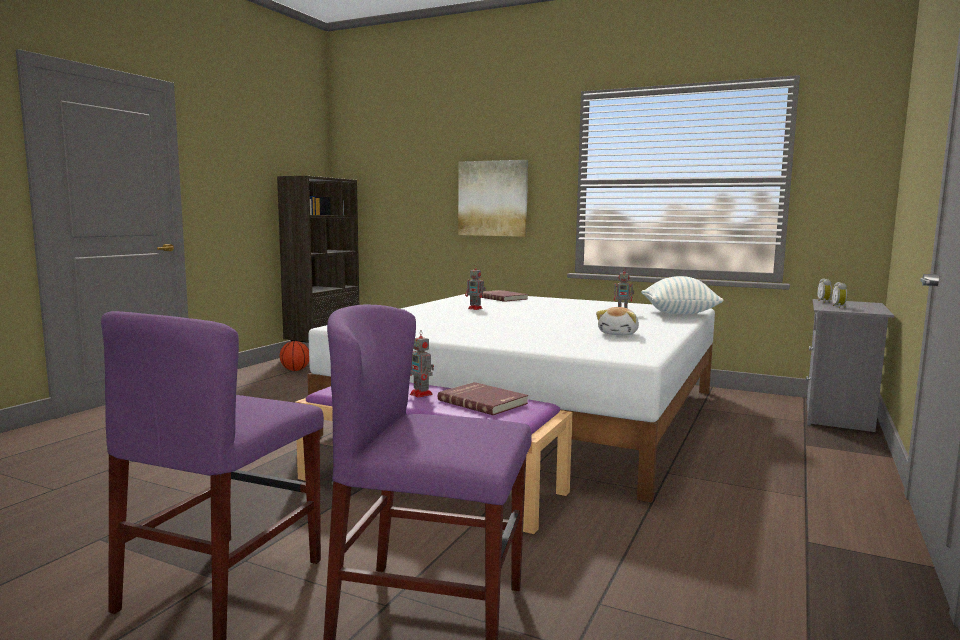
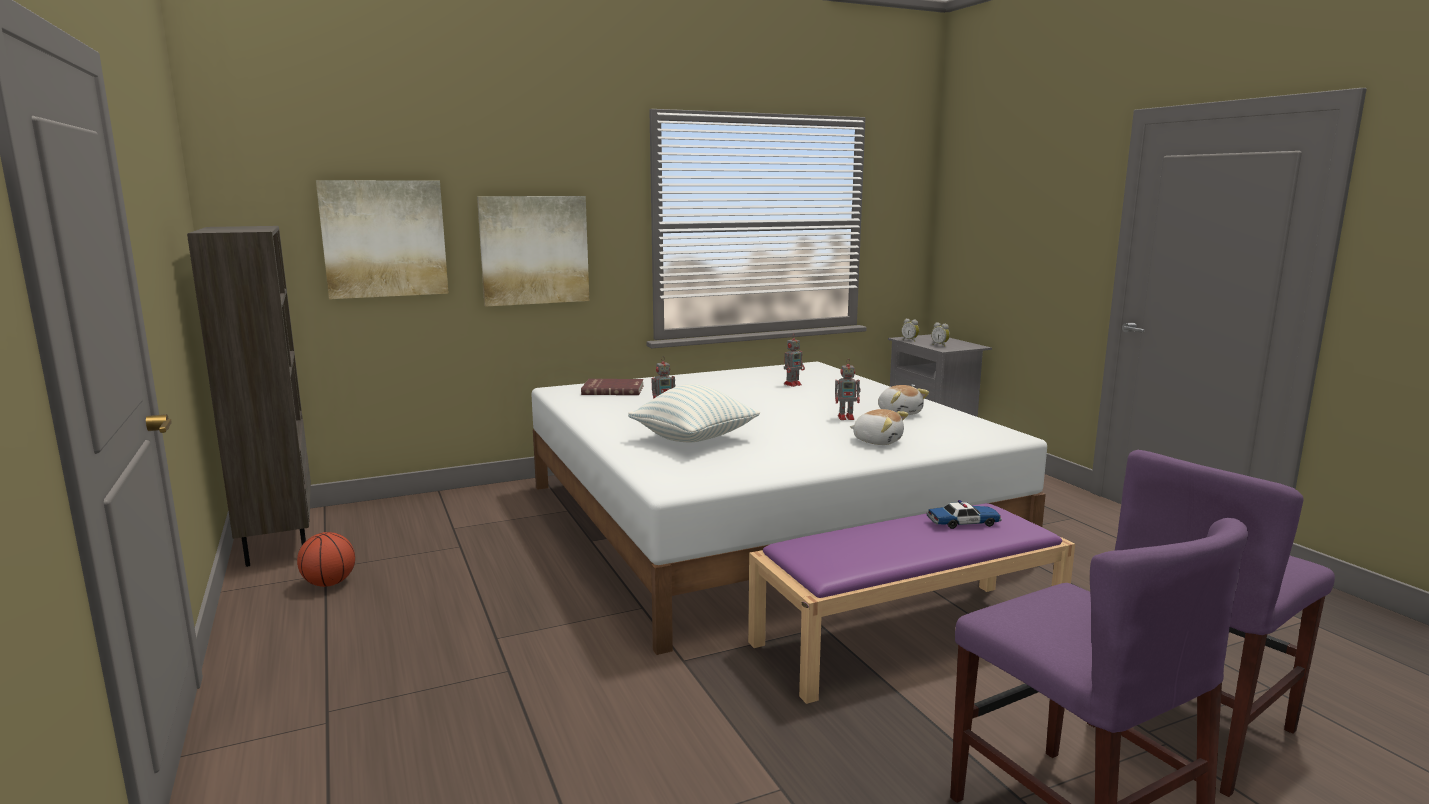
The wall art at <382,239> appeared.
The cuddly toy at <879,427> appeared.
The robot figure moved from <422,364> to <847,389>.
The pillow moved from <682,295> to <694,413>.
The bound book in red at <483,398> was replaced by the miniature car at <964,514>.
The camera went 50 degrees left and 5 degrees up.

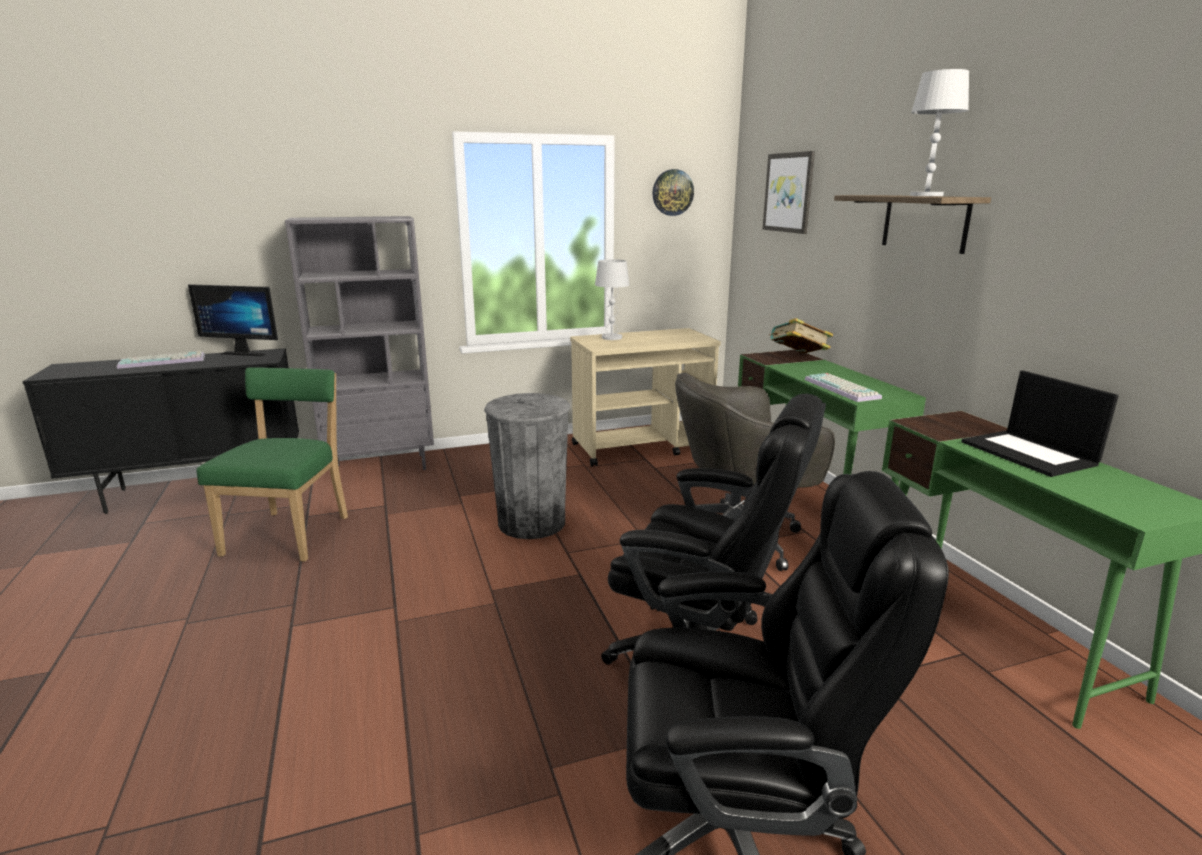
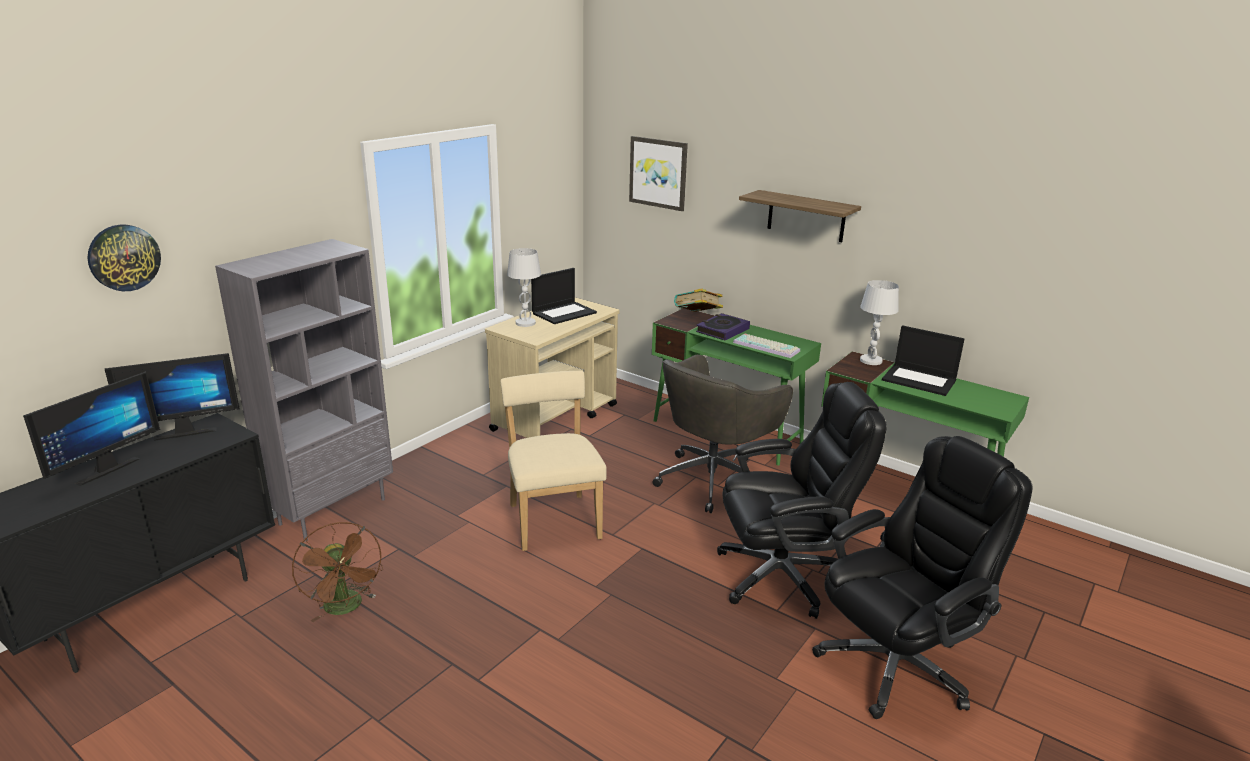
The notebook computer at <564,296> appeared.
The bound book at <723,327> appeared.
The clock on the wall moved from <673,192> to <124,258>.
The table lamp in whitish moved from <939,132> to <879,322>.
The keyboard at <161,360> was replaced by the monitor at <91,428>.
The upright chair in green at <272,464> was replaced by the cooling fan in brown-coloured at <337,572>.
The rubbish bin in gray at <527,466> was replaced by the upright chair in beige-coloured at <554,461>.
The camera went 35 degrees left and 5 degrees up.

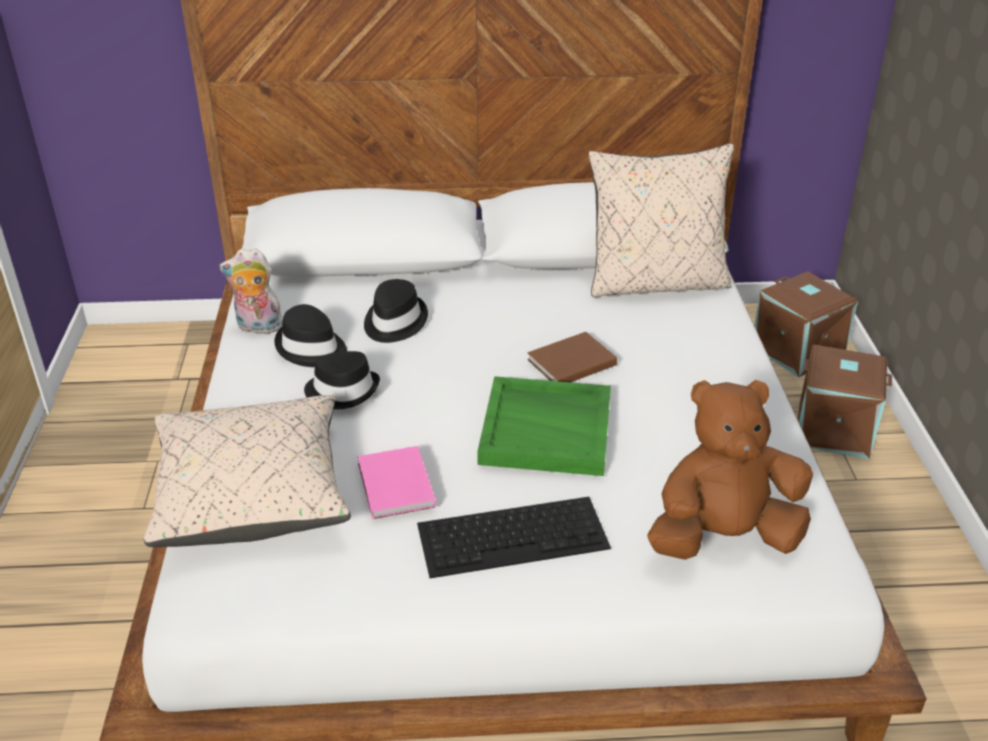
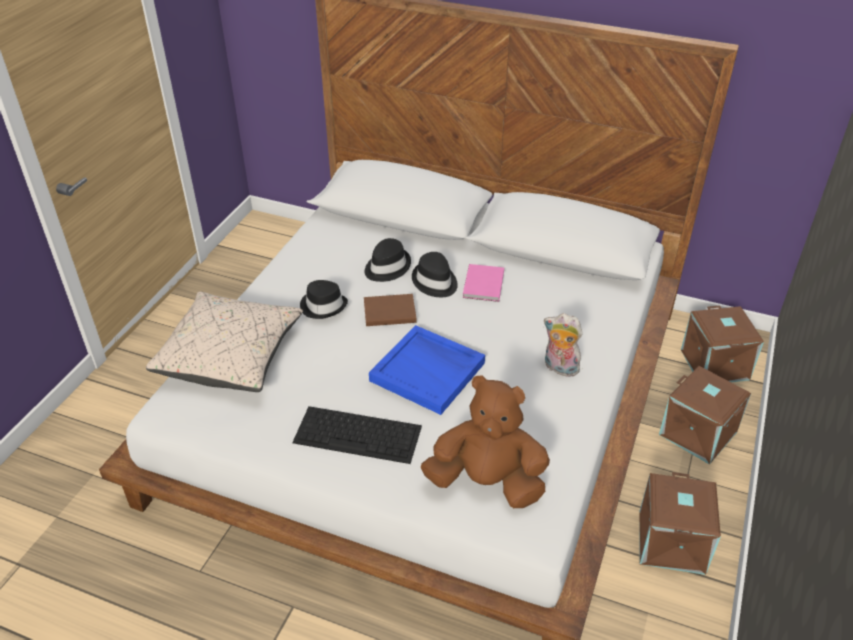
The pillow in beige-coloured at <661,220> disappeared.
The storage container in brown-coloured at <680,523> appeared.
The cuddly toy moved from <251,291> to <563,345>.
The hat in blackish moved from <311,335> to <435,274>.
The bound book in pink-coloured moved from <396,482> to <483,283>.
The bound book in brown-coloured moved from <572,357> to <390,310>.
The tray in green at <544,426> became the tray in blue at <427,370>.
The camera went 25 degrees right and 5 degrees up.

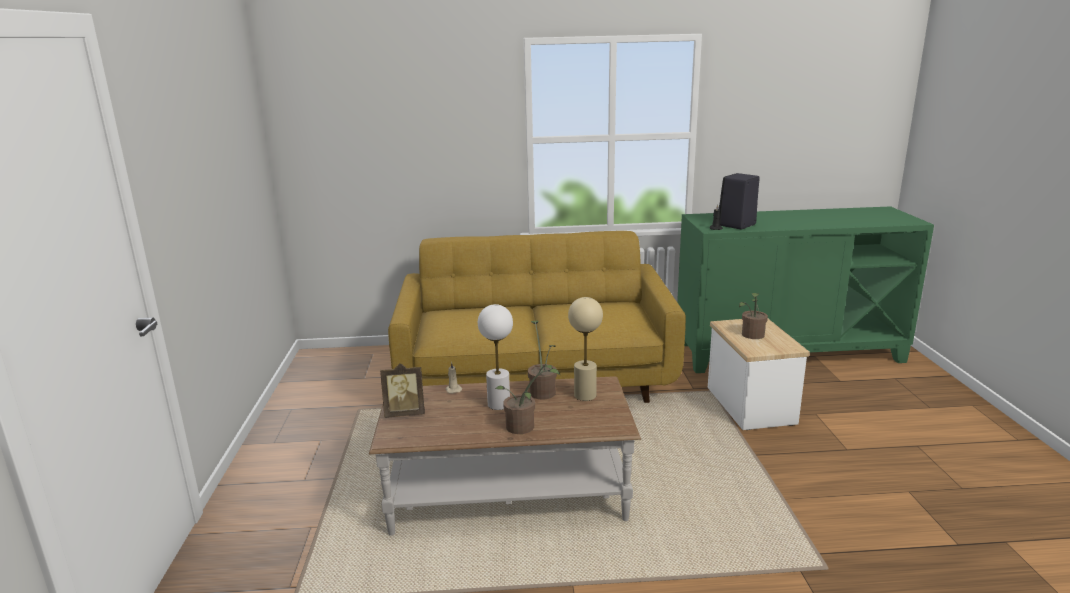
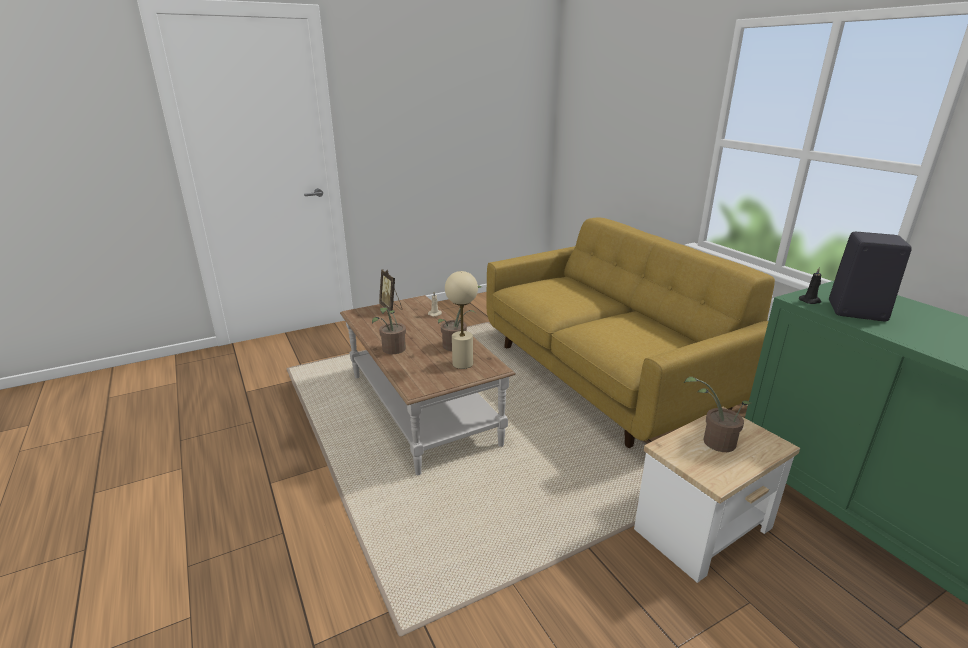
The table lamp in whitish at <495,357> disappeared.
The camera went 65 degrees right and 5 degrees up.

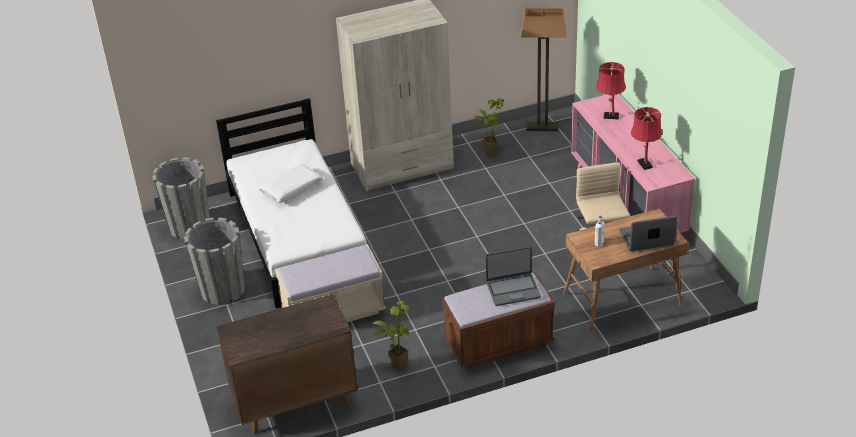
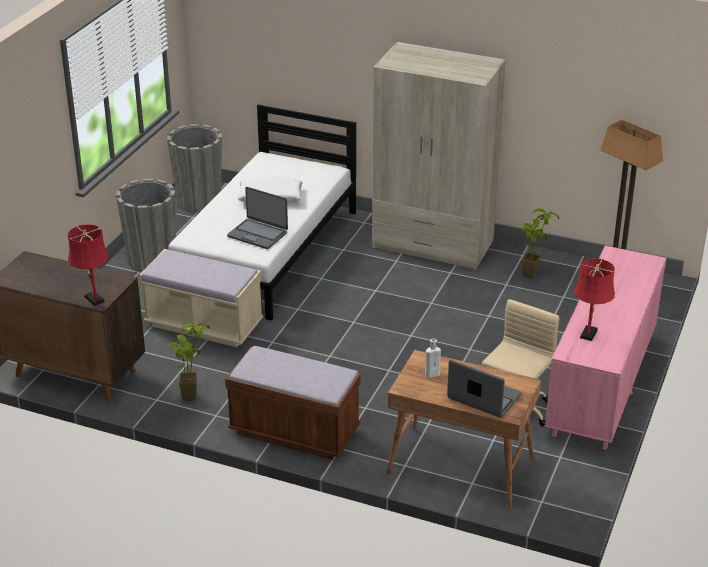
The notebook computer moved from <513,276> to <257,218>.
The table lamp in red moved from <611,90> to <88,265>.
The camera went 40 degrees right and 5 degrees down.

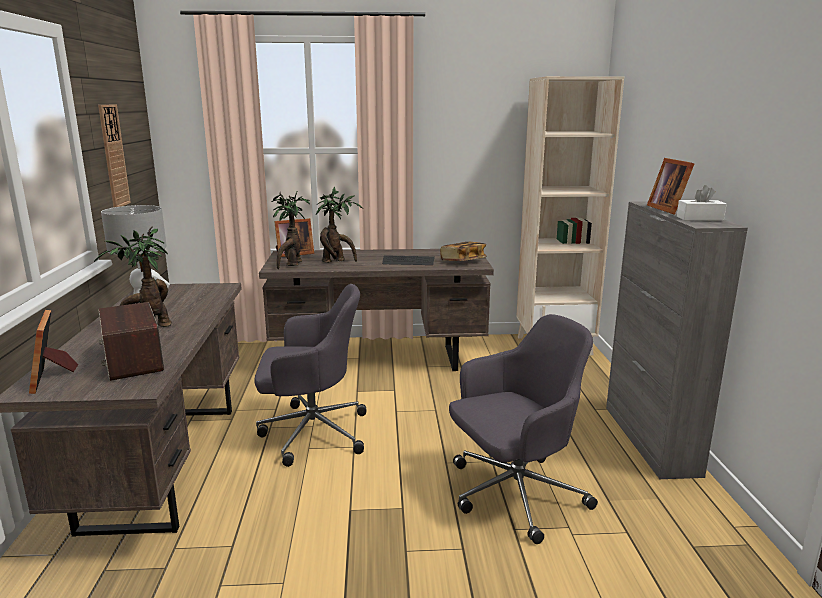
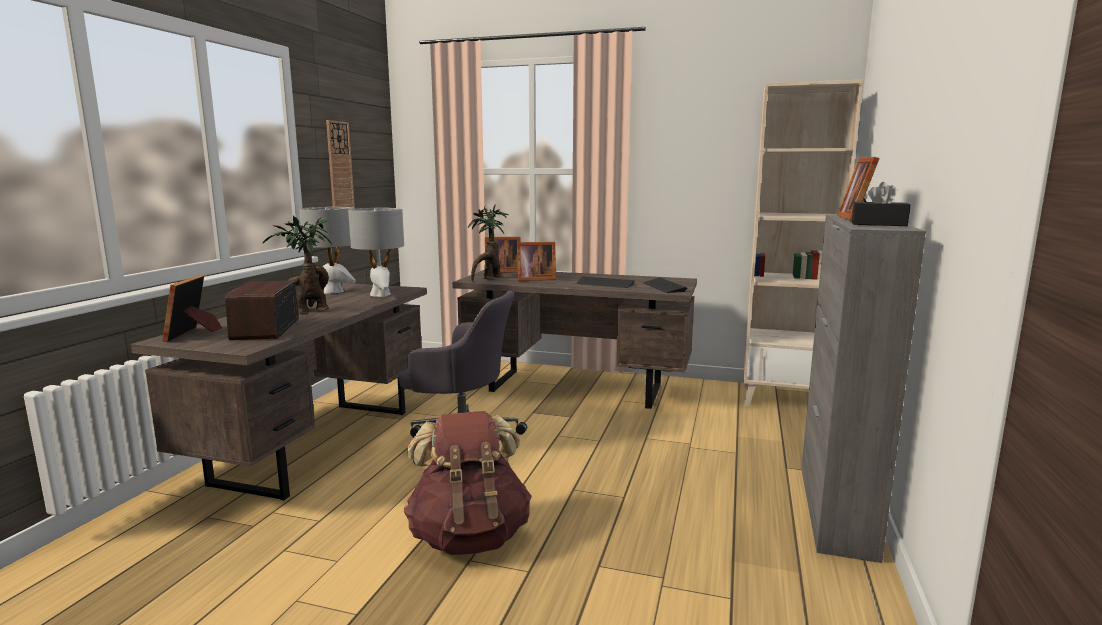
The office chair in gray at <523,429> disappeared.
The table lamp in gray at <376,252> appeared.
The rucksack in brown-coloured at <468,483> appeared.
The potted plant at <339,225> was replaced by the standing frame at <536,261>.
The bound book at <463,251> was replaced by the keyboard at <665,285>.
The tissue box in whitish at <701,203> became the tissue box in blackish at <881,204>.
The camera went 20 degrees right and 5 degrees down.

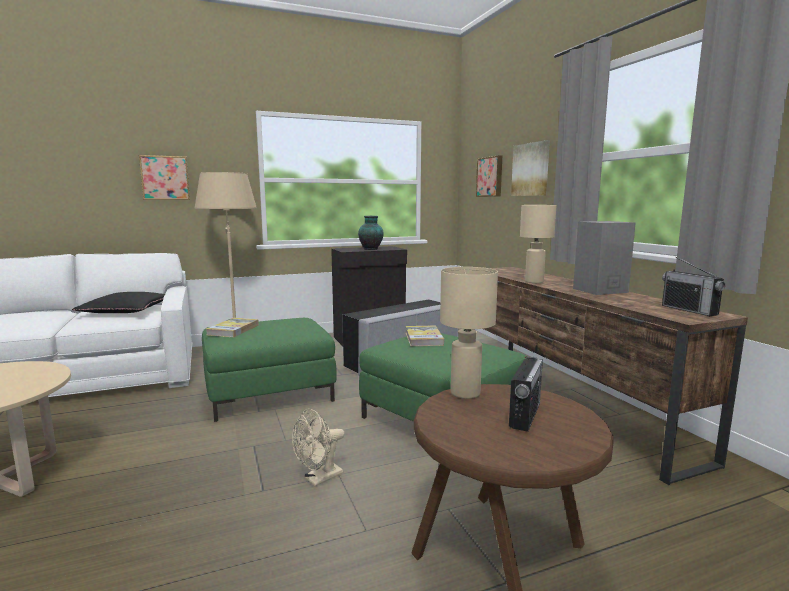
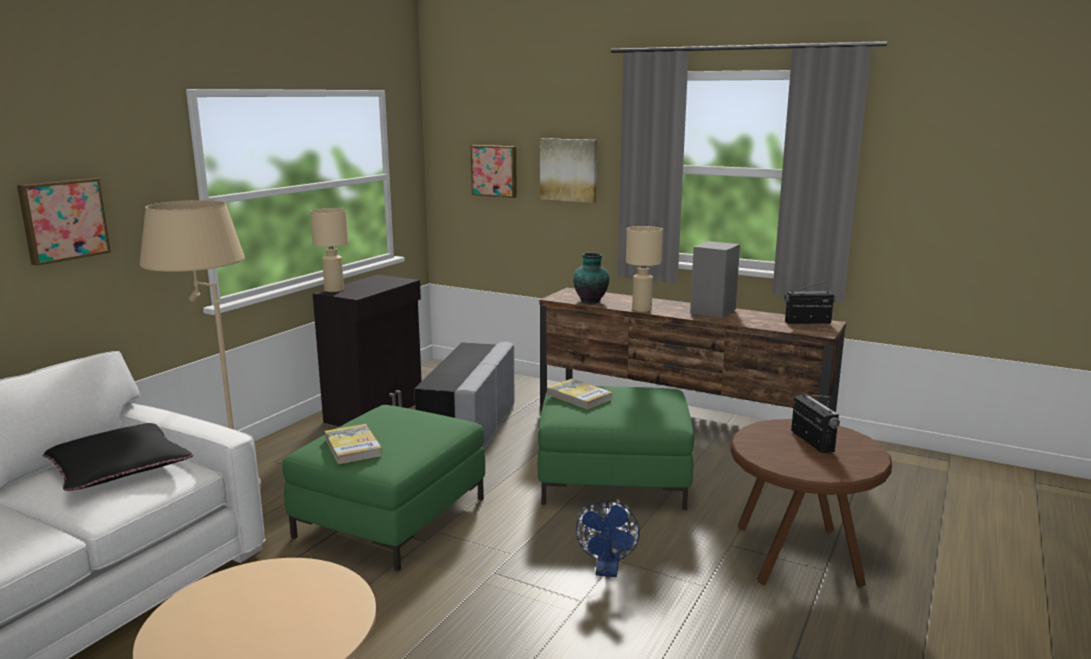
The flower vase moved from <371,233> to <591,278>.
The table lamp in beige-coloured moved from <469,333> to <329,250>.
The cooling fan in beige-coloured at <318,447> became the cooling fan in blue at <608,538>.
The radio receiver at <693,286> turned 150 degrees clockwise.
The camera went 40 degrees left and 5 degrees up.

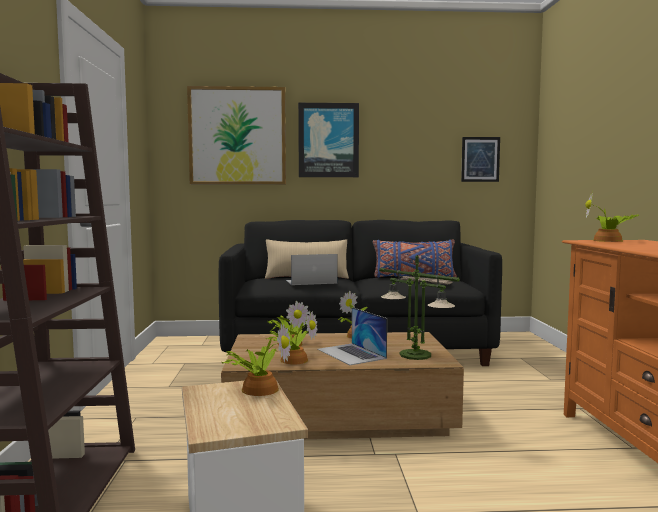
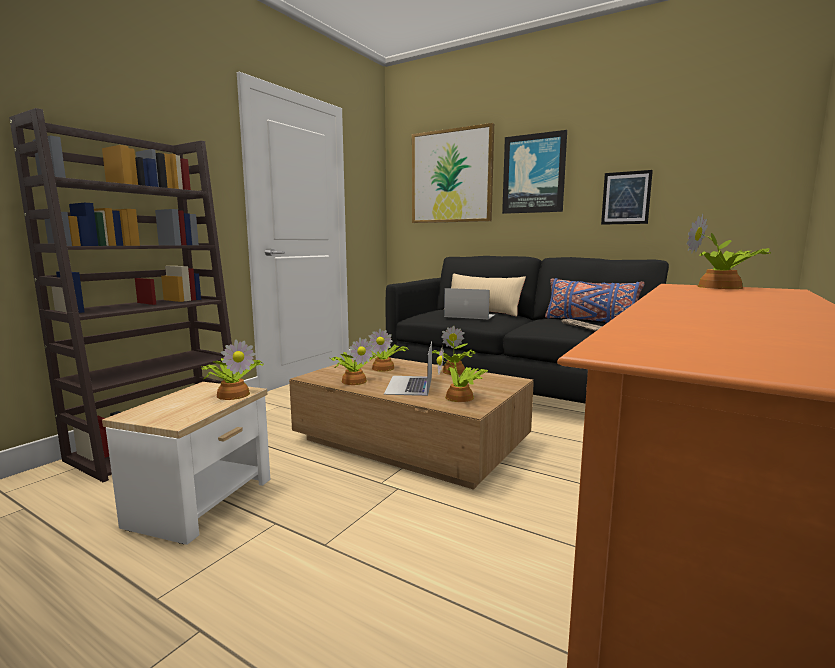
The wall art moved from <480,159> to <627,197>.
The table lamp at <419,307> was replaced by the potted plant at <462,374>.
The camera went 35 degrees right and 5 degrees up.

